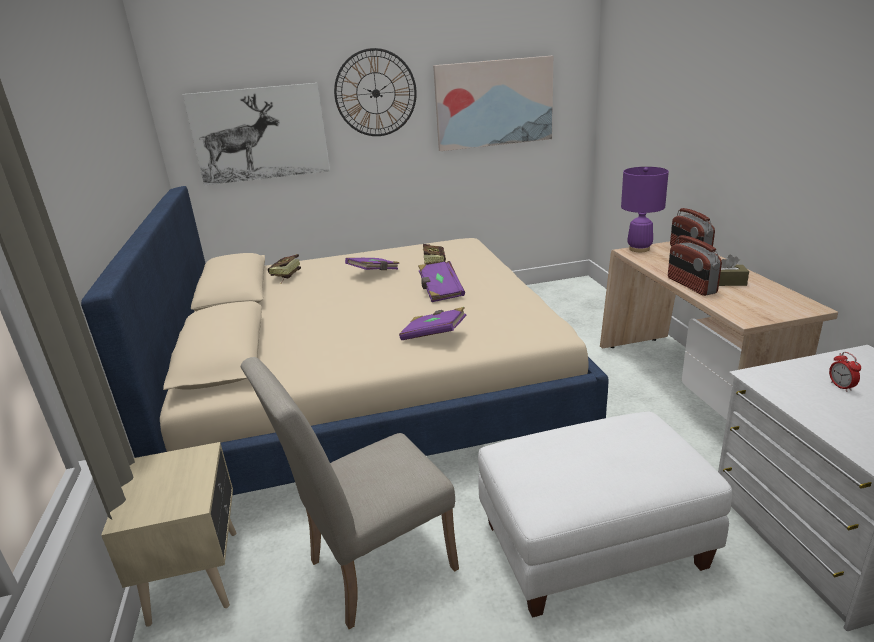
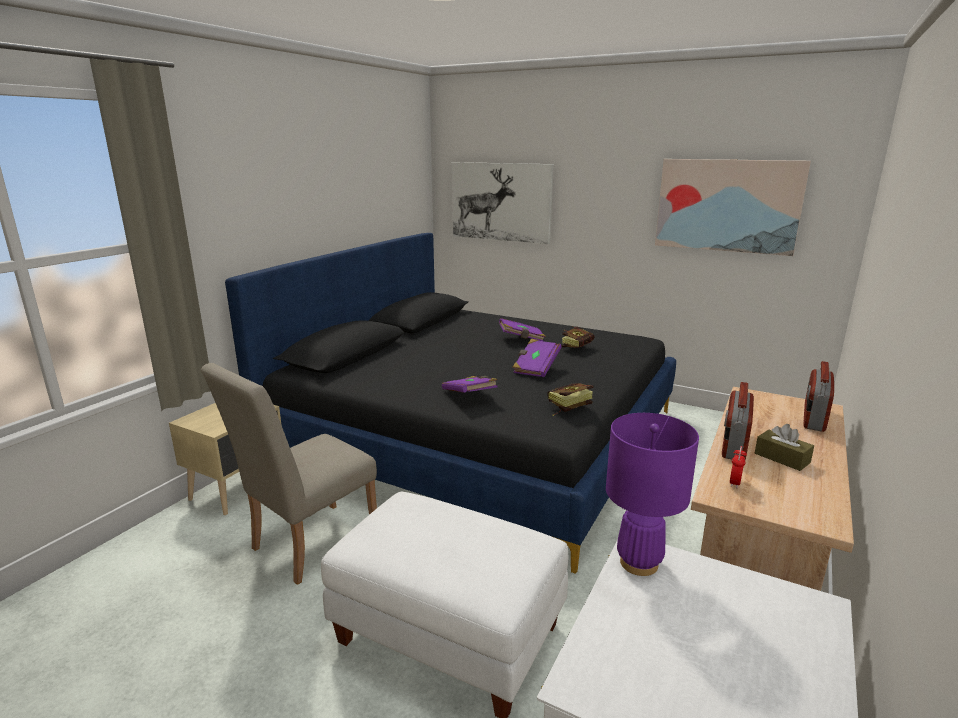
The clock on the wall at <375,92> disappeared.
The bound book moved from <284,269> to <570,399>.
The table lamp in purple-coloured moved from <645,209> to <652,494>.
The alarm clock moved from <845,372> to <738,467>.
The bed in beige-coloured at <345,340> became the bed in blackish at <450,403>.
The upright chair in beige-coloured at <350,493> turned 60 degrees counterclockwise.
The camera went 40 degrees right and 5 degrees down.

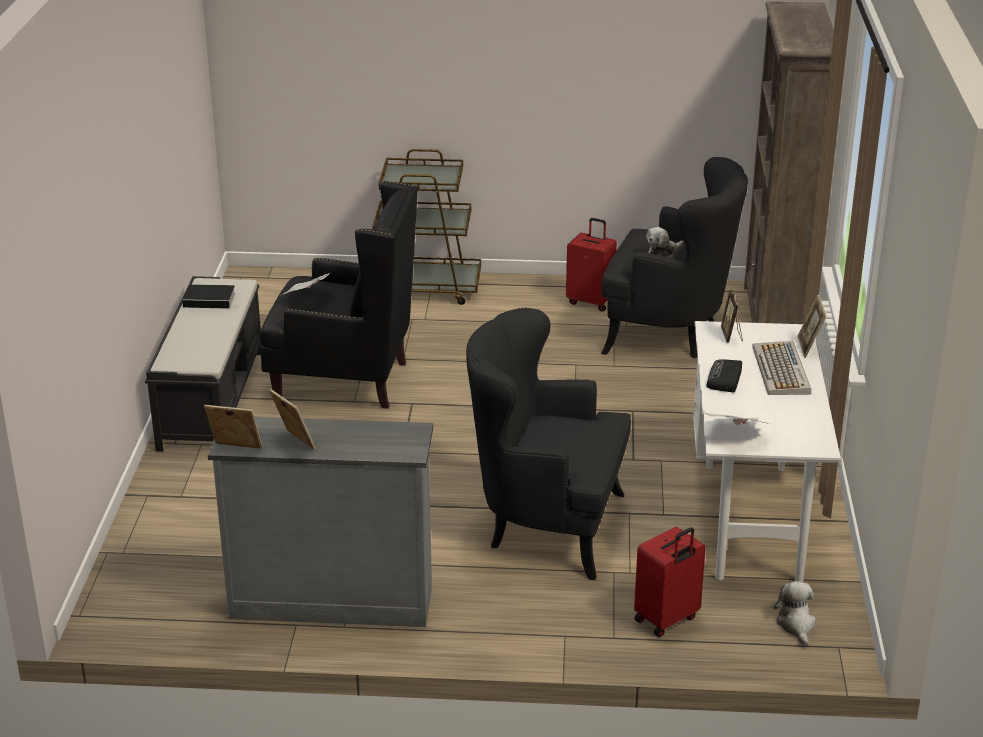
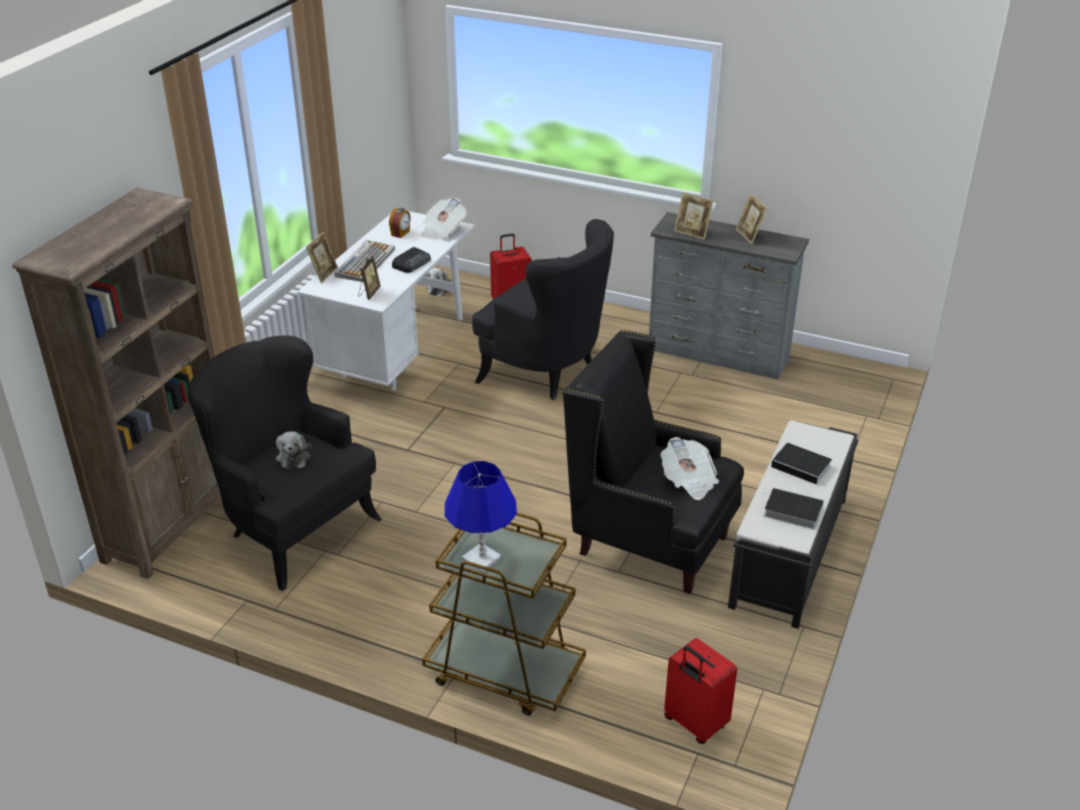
The alarm clock at <400,223> appeared.
The table lamp in blue at <481,517> appeared.
The bound book at <801,465> appeared.
The standing frame moved from <233,427> to <694,216>.
The travel case in red moved from <591,264> to <700,691>.
The cuddly toy at <665,243> turned 105 degrees clockwise.
The camera went 160 degrees left and 5 degrees up.

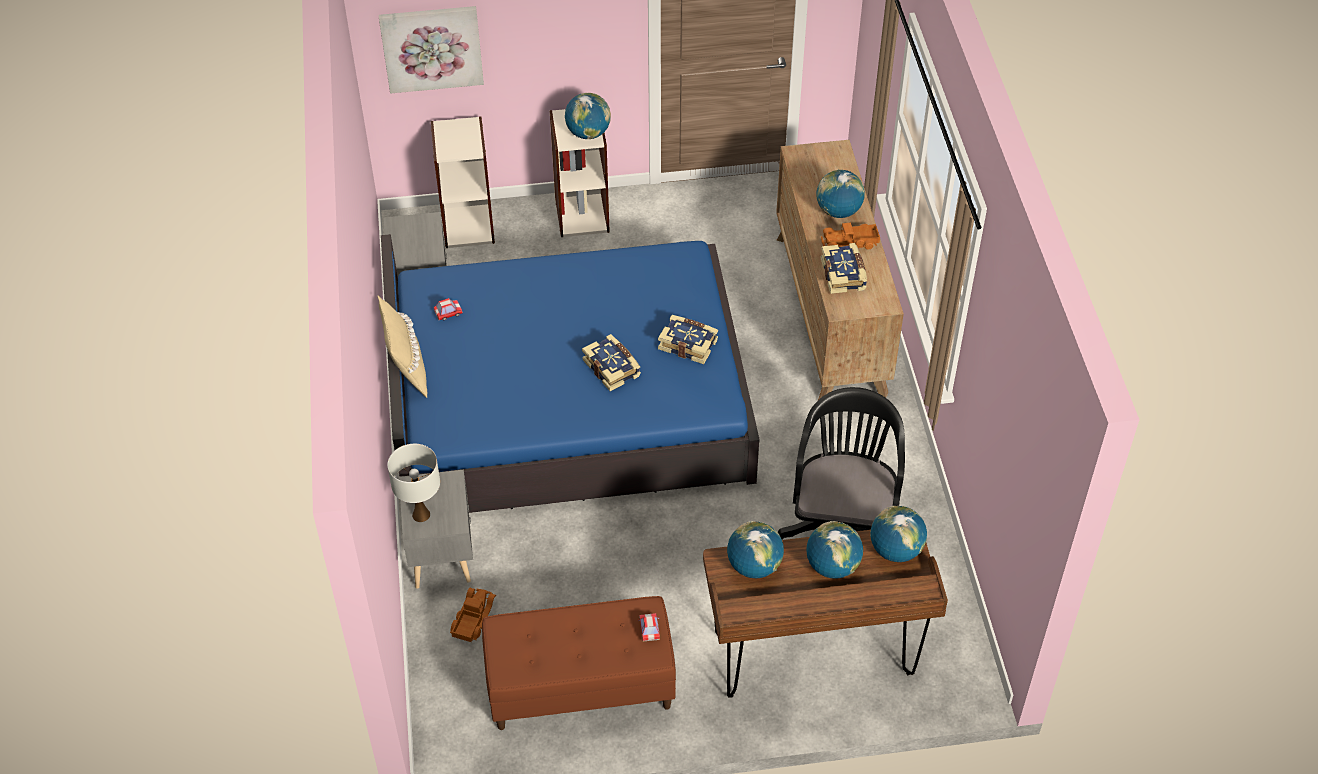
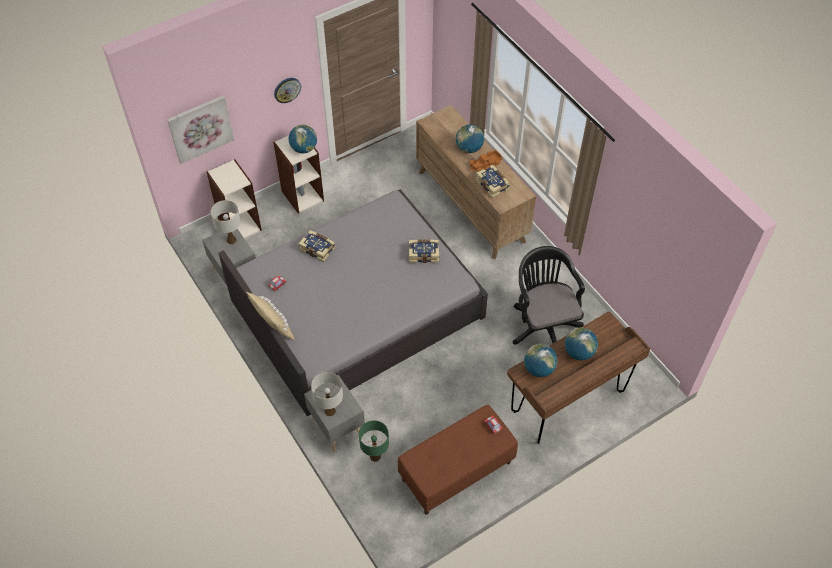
The desk globe at <898,534> disappeared.
The table lamp in whitish at <226,222> appeared.
The clock on the wall at <287,90> appeared.
The bound book moved from <611,362> to <317,246>.
The model truck at <473,615> was replaced by the table lamp in green at <374,441>.
The bed in blue at <570,373> became the bed in gray at <353,302>.
The camera went 25 degrees left and 5 degrees up.

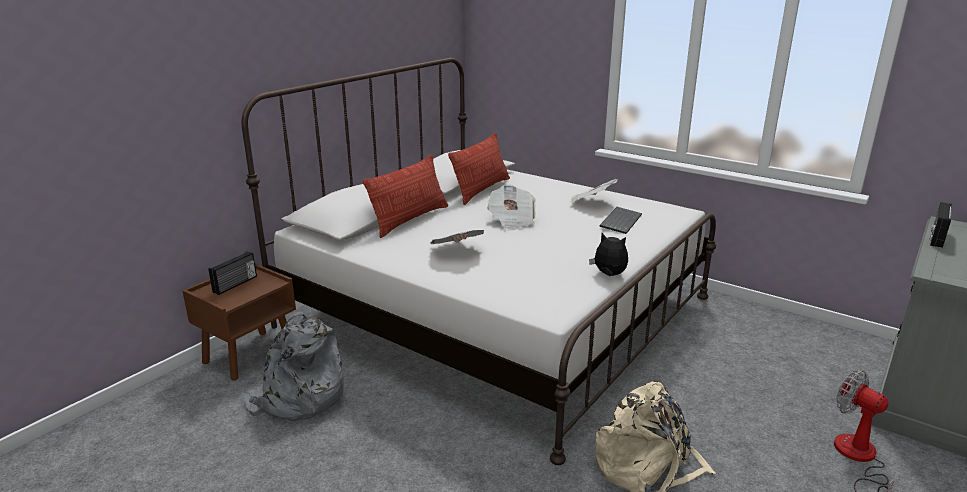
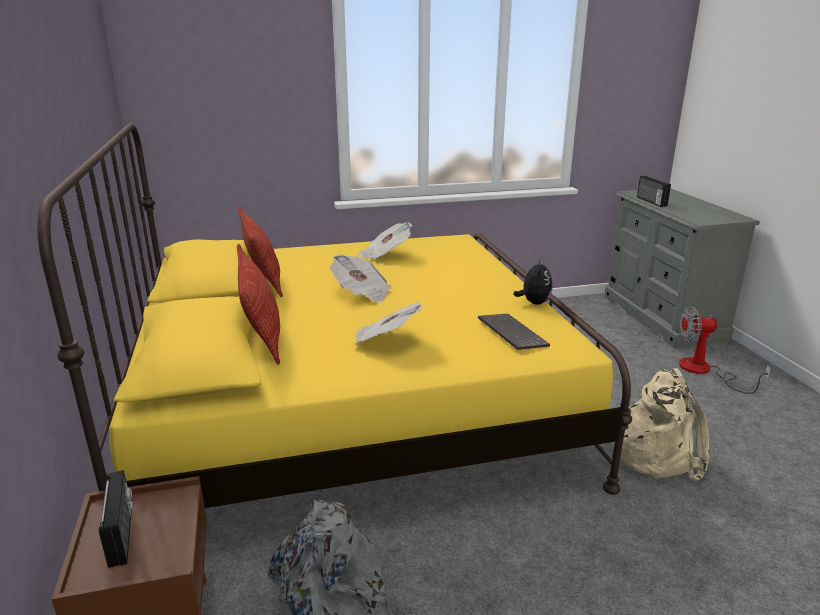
The keyboard moved from <620,220> to <514,332>.
The bed in whitish at <478,261> became the bed in yellow-coloured at <334,315>.
The cuddly toy at <608,254> turned 120 degrees clockwise.
The camera went 50 degrees left and 0 degrees up.

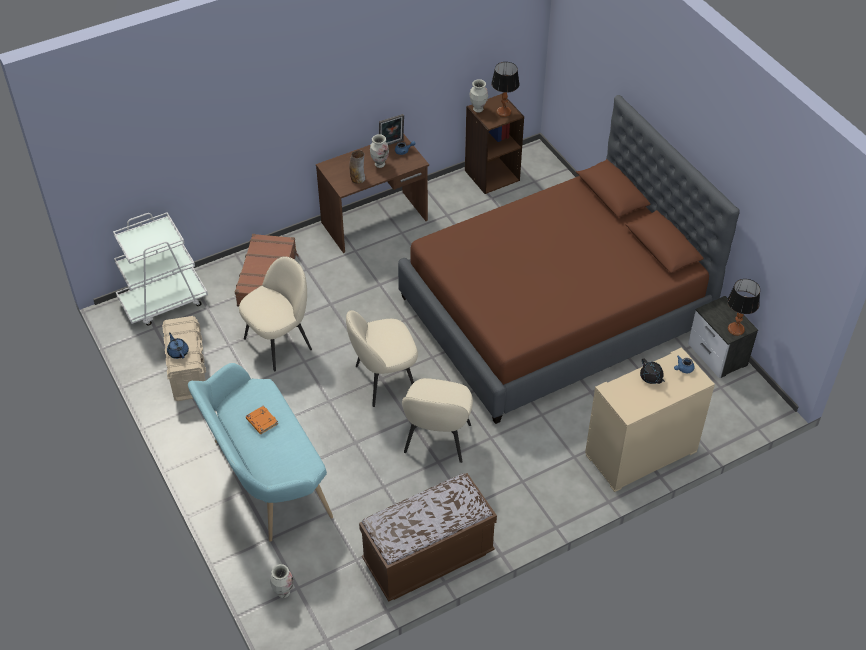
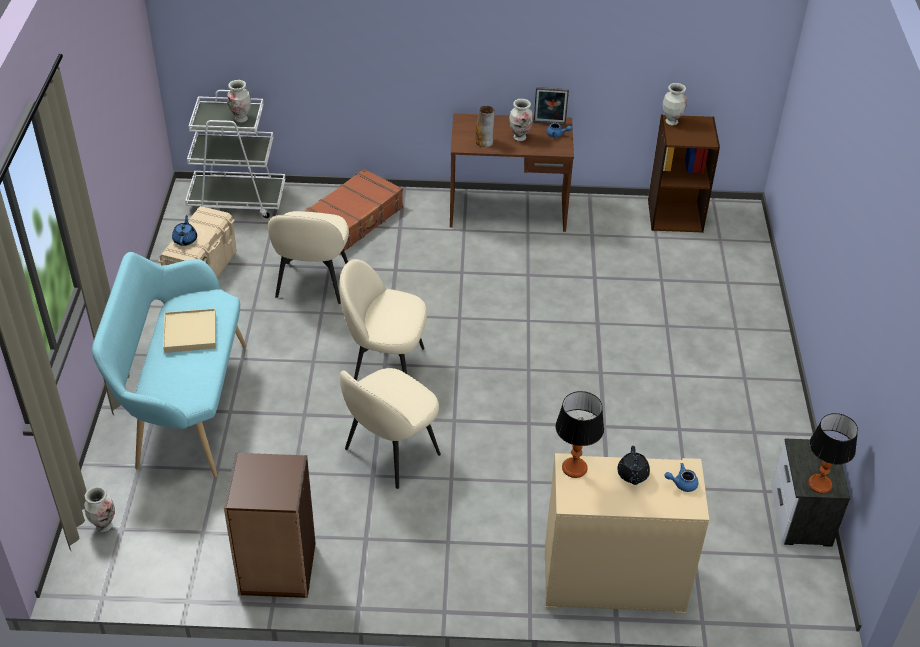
The bed in brown-coloured at <569,259> disappeared.
The flower vase at <239,101> appeared.
The table lamp moved from <505,89> to <579,434>.
The bound book in orange-coloured at <262,420> was replaced by the tray in beige-coloured at <189,330>.
The indoor bench in brown-coloured at <428,537> was replaced by the shelving unit in brown-coloured at <270,525>.
The upright chair in beige-coloured at <275,313> turned 105 degrees clockwise.
The camera went 30 degrees right and 5 degrees down.

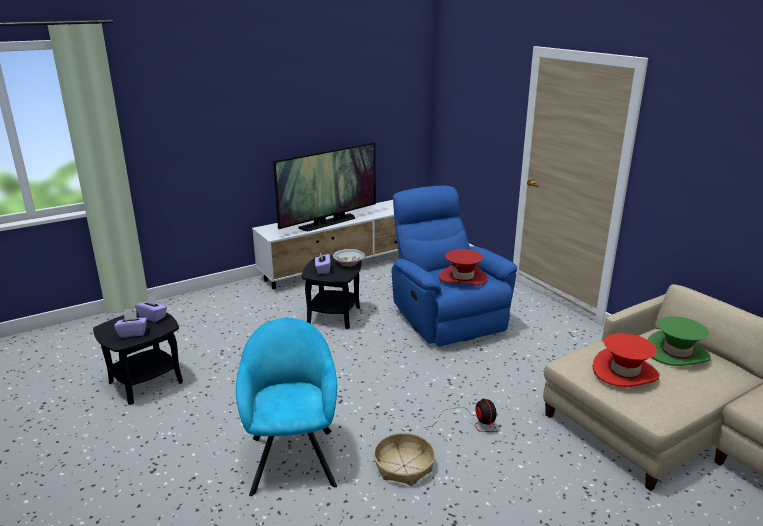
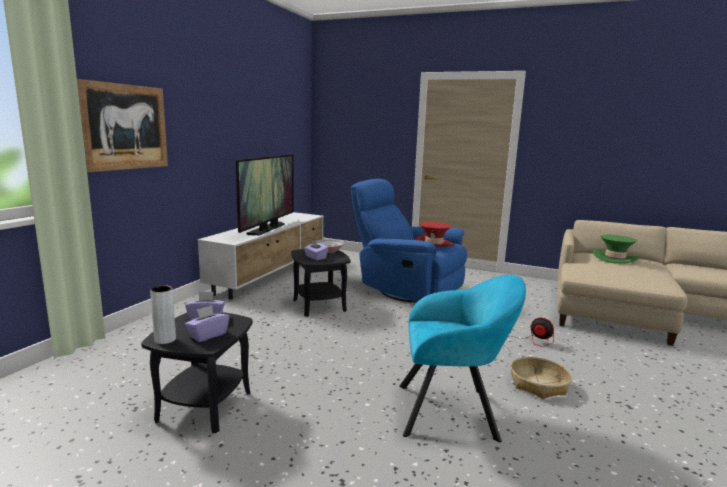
The hat in red at <625,360> disappeared.
The wall art at <122,125> appeared.
The flower vase in gray at <163,314> appeared.
The lounge chair in blue-green at <286,407> turned 135 degrees clockwise.
The camera went 35 degrees left and 10 degrees down.

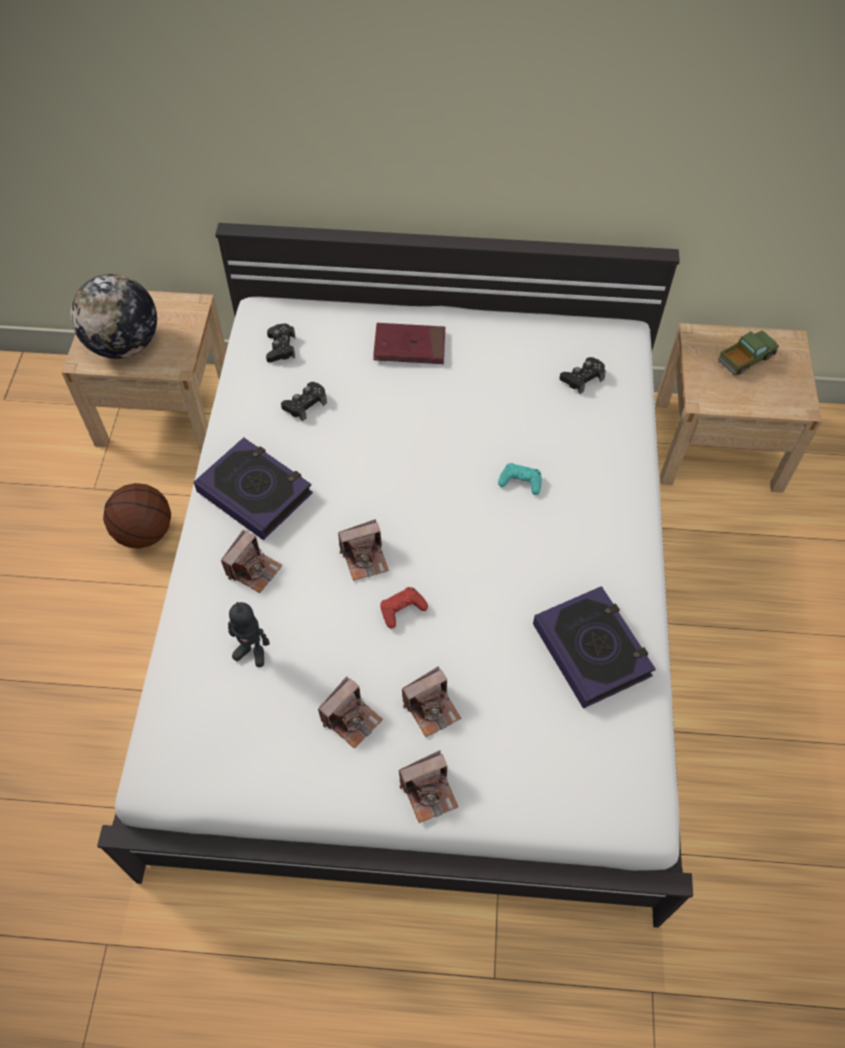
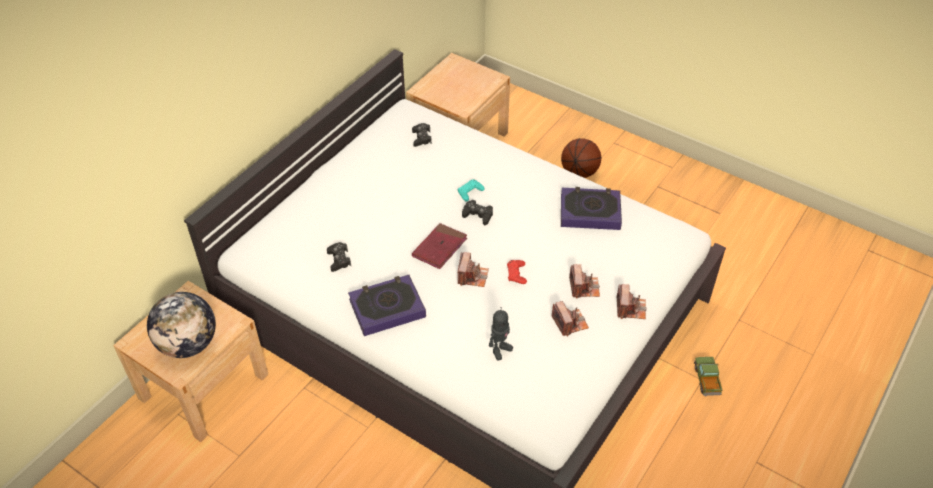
The still camera at <251,561> disappeared.
The basketball ball moved from <137,515> to <581,158>.
The joypad in blackish moved from <280,343> to <477,212>.
The bound book in red moved from <409,343> to <439,246>.
The model truck moved from <748,352> to <708,377>.
The camera went 60 degrees left and 10 degrees down.

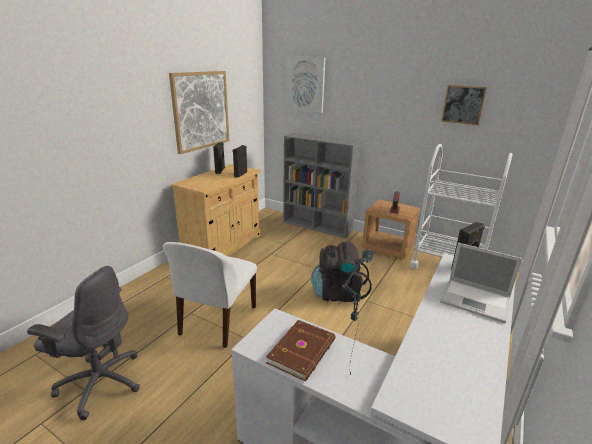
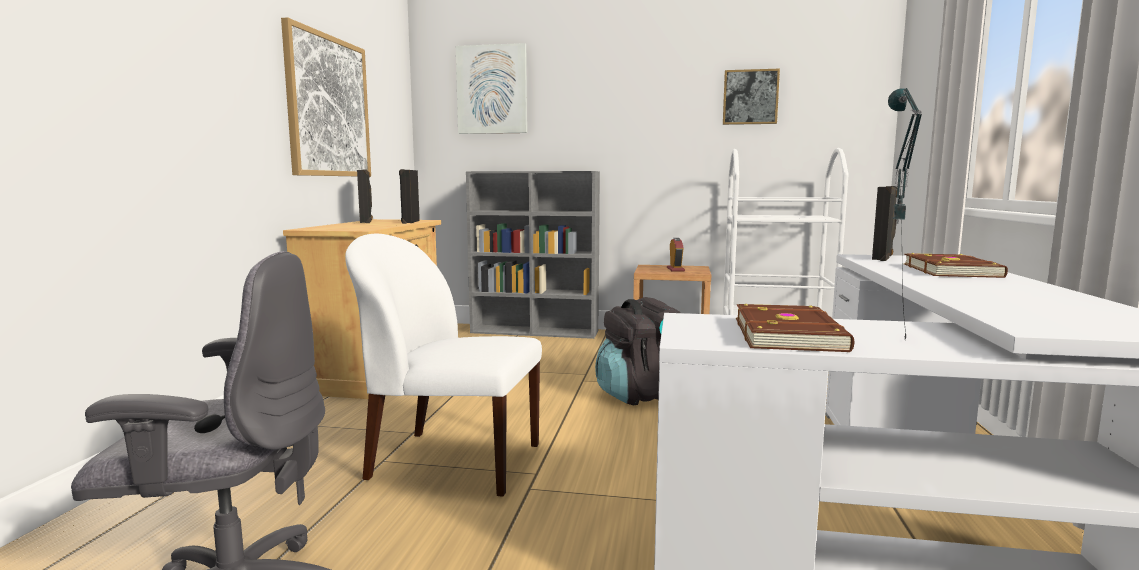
The notebook computer at <481,283> was replaced by the bound book in brown-coloured at <956,265>.
The upright chair in whitish at <210,295> turned 105 degrees clockwise.
The camera went 20 degrees left and 15 degrees down.

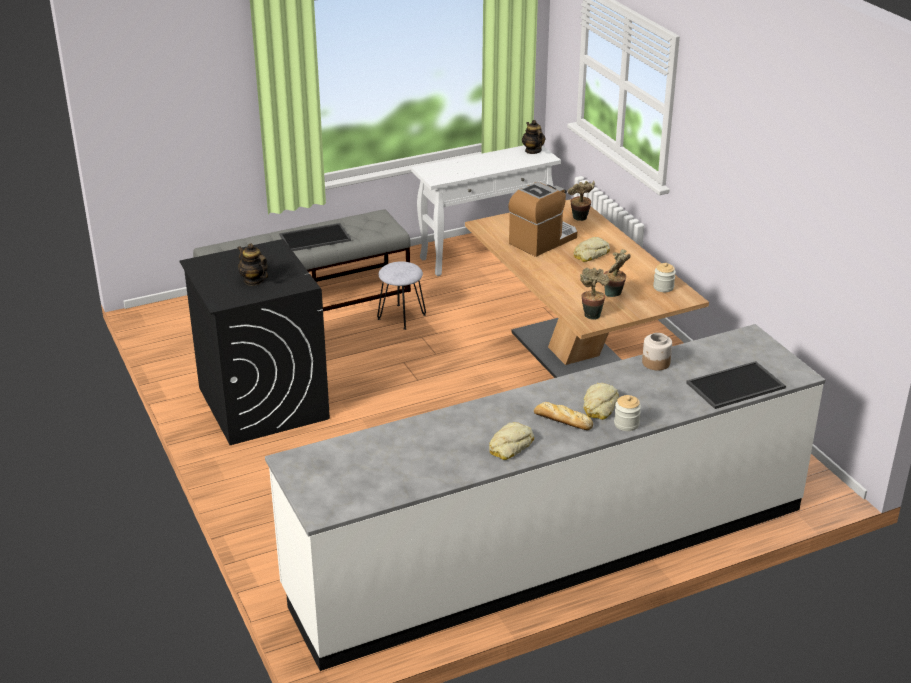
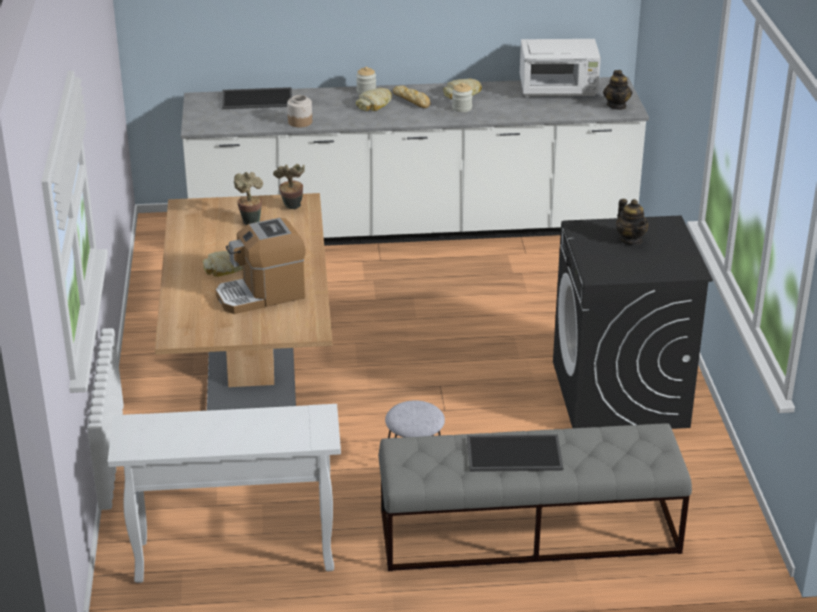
The potted plant at <581,201> disappeared.
The kitchen microwave in whitish at <560,68> appeared.
The teapot moved from <533,137> to <617,90>.
The jar moved from <664,277> to <462,97>.
The camera went 160 degrees left and 0 degrees up.

